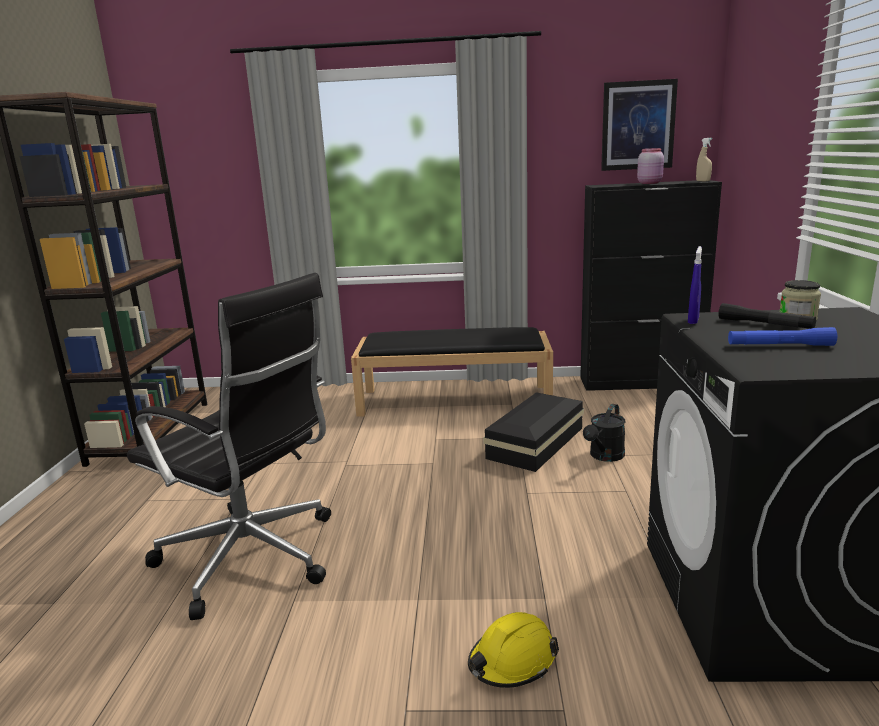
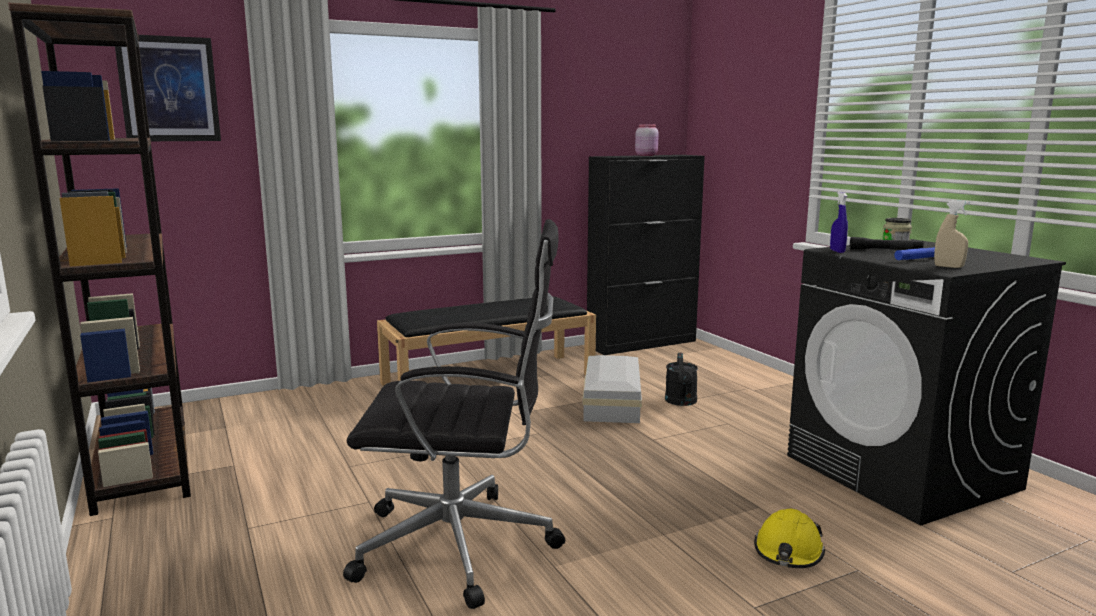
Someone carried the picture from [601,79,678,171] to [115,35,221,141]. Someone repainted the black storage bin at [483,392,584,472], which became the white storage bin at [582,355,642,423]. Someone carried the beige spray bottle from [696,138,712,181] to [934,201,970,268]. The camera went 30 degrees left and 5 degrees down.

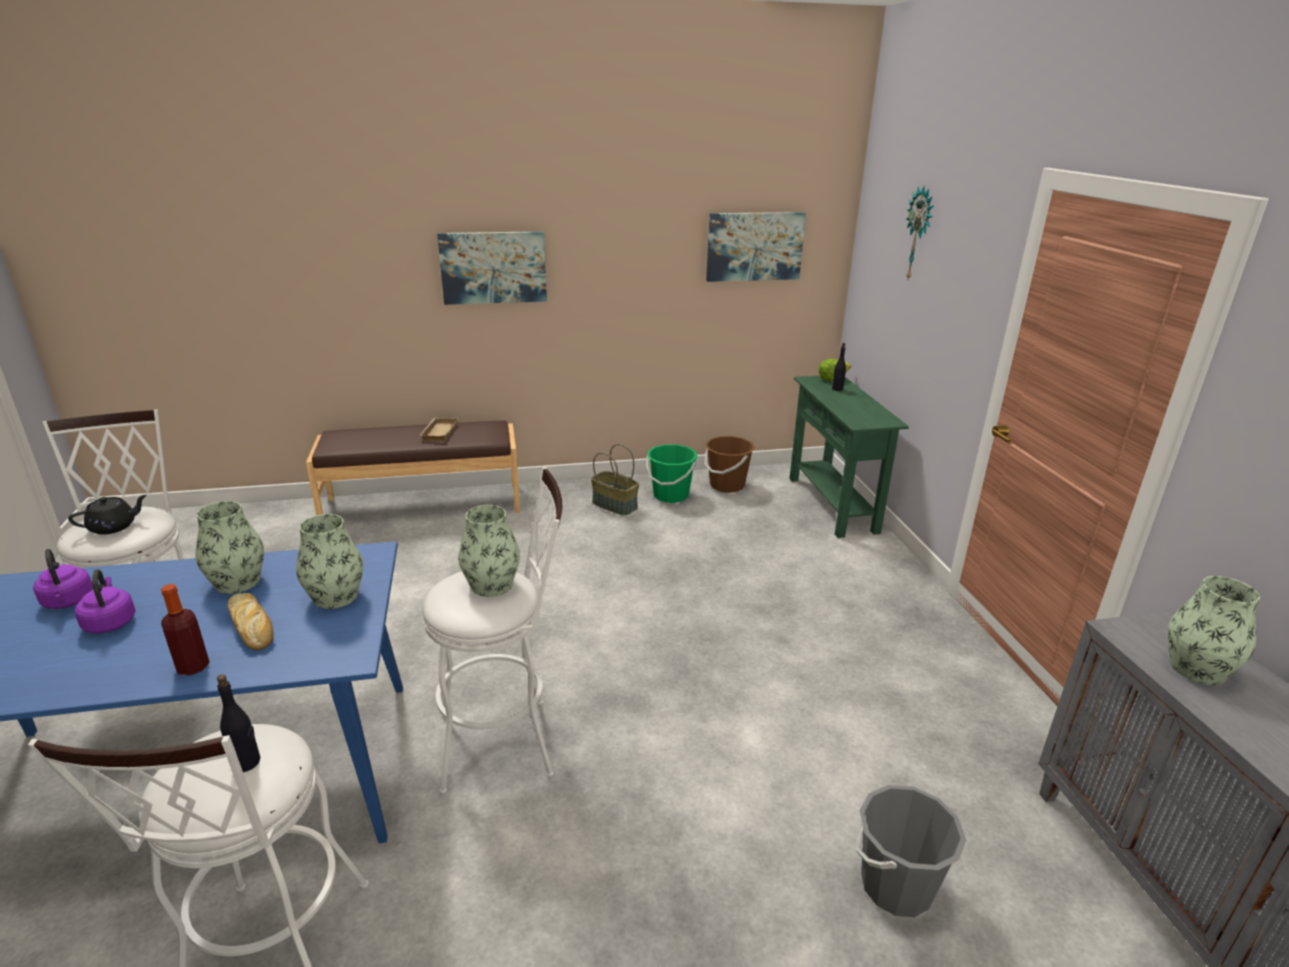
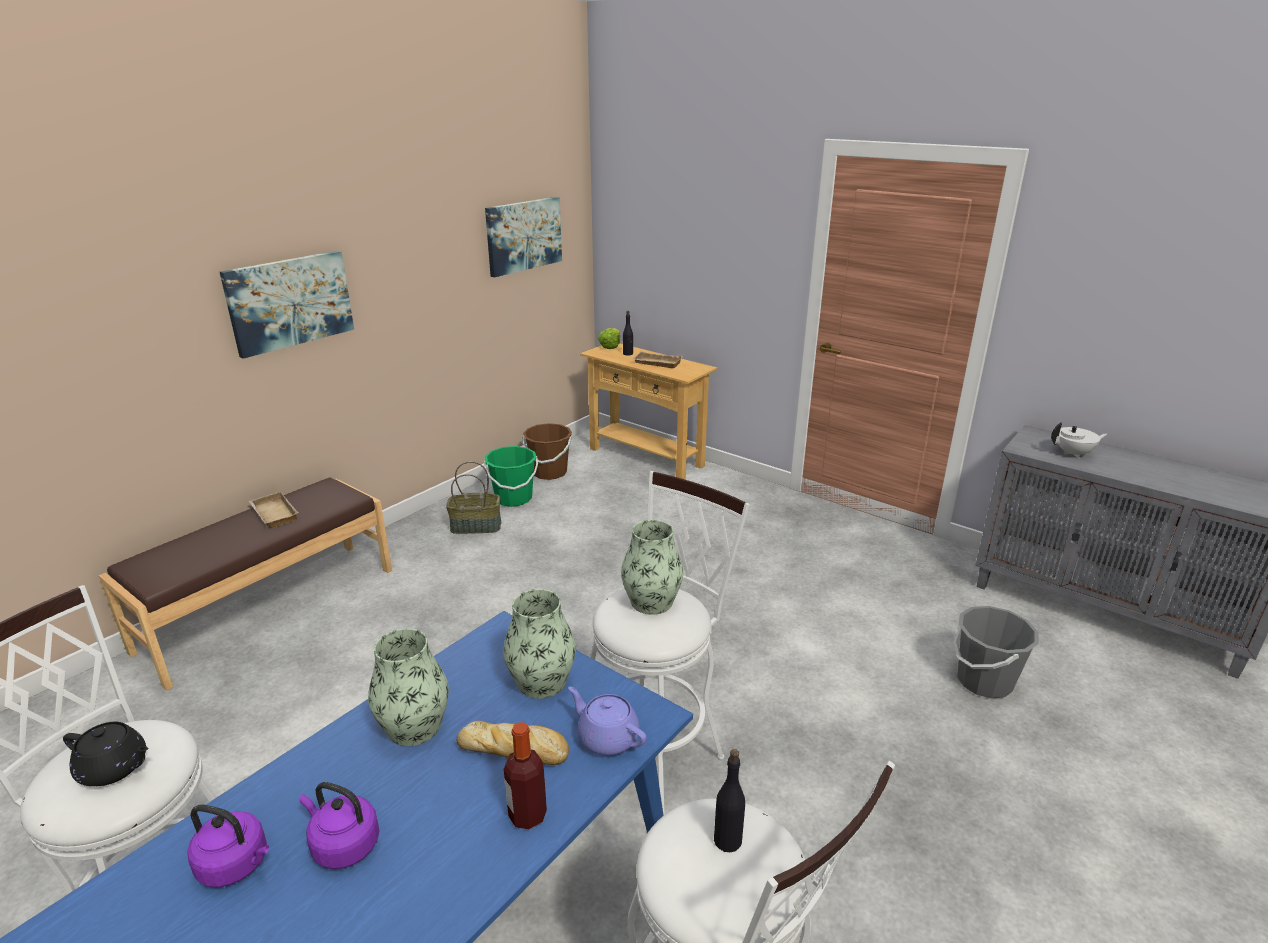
Someone rotated the black teapot at [68,495,147,535] by 90 degrees clockwise. Someone put down the purple-coloured teapot at [568,687,647,755]. Someone repainted the green-coloured hall table at [789,376,909,538], which became the beige hall table at [580,343,717,479]. Someone put down the beige serving tray at [632,351,683,368]. Someone swapped the vase at [1168,576,1260,685] for the white teapot at [1051,422,1108,458]. Someone took away the clock on the wall at [906,186,933,279]. The camera went 40 degrees left and 0 degrees up.

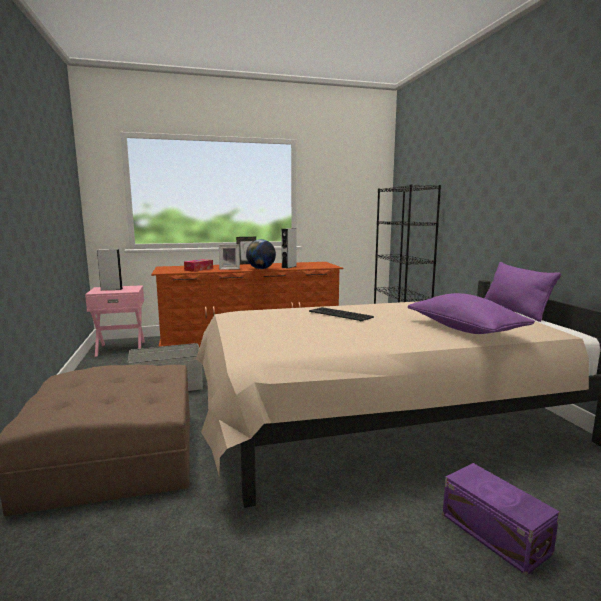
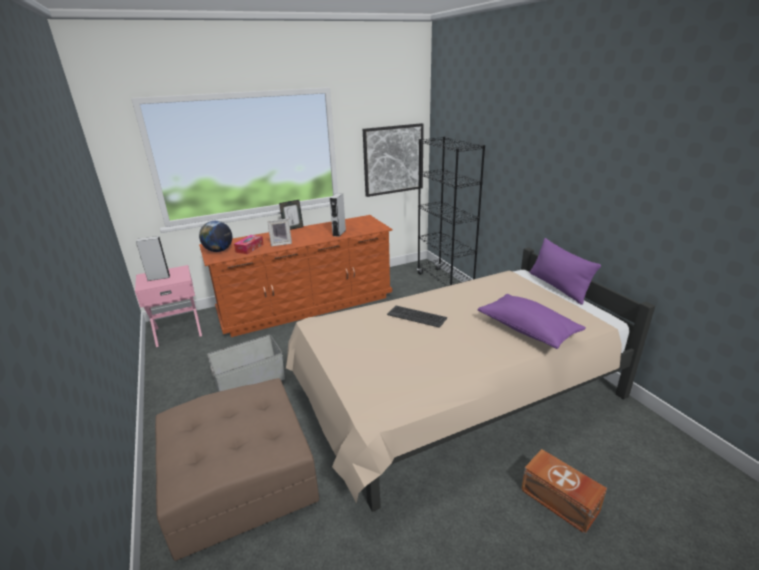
Someone carried the world globe from [246,239,276,269] to [199,221,232,252]. Someone put up the picture at [363,123,424,197]. Someone repainted the purple-coloured storage bin at [443,463,560,576], which became the brownish storage bin at [521,449,607,534]. The camera went 10 degrees left and 15 degrees up.

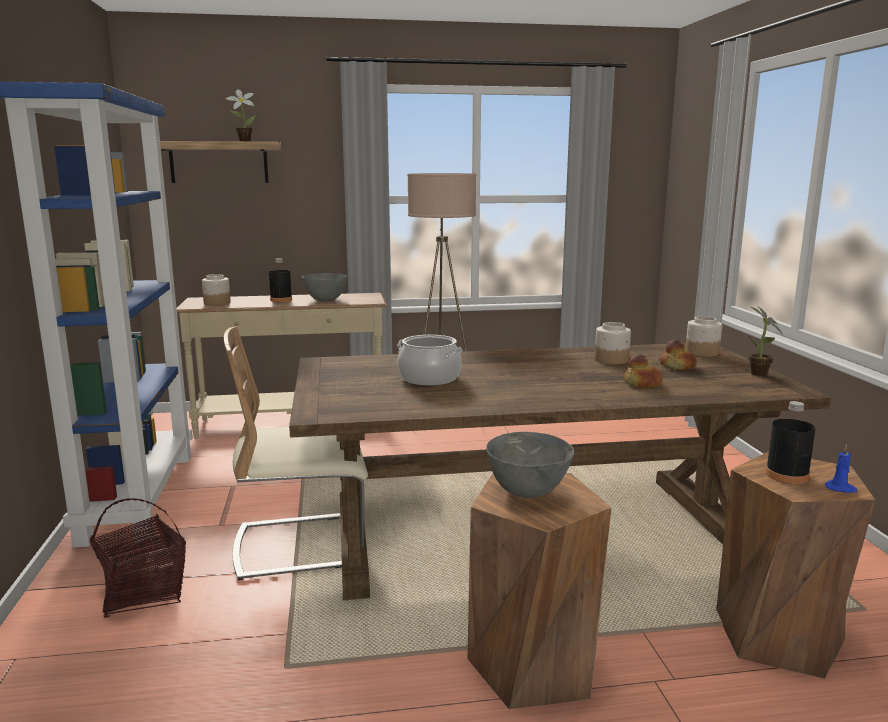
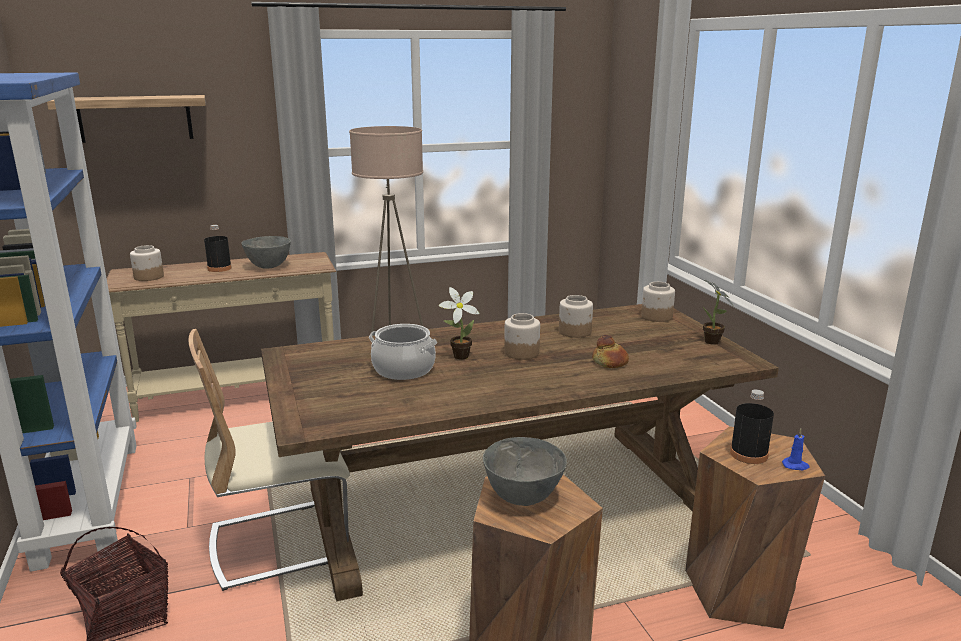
Someone carried the potted plant from [226,89,255,141] to [438,287,480,360]. Someone put down the preserve jar at [504,313,540,360]. Someone took away the bakery bread at [659,340,697,370]. The camera went 10 degrees left and 5 degrees up.

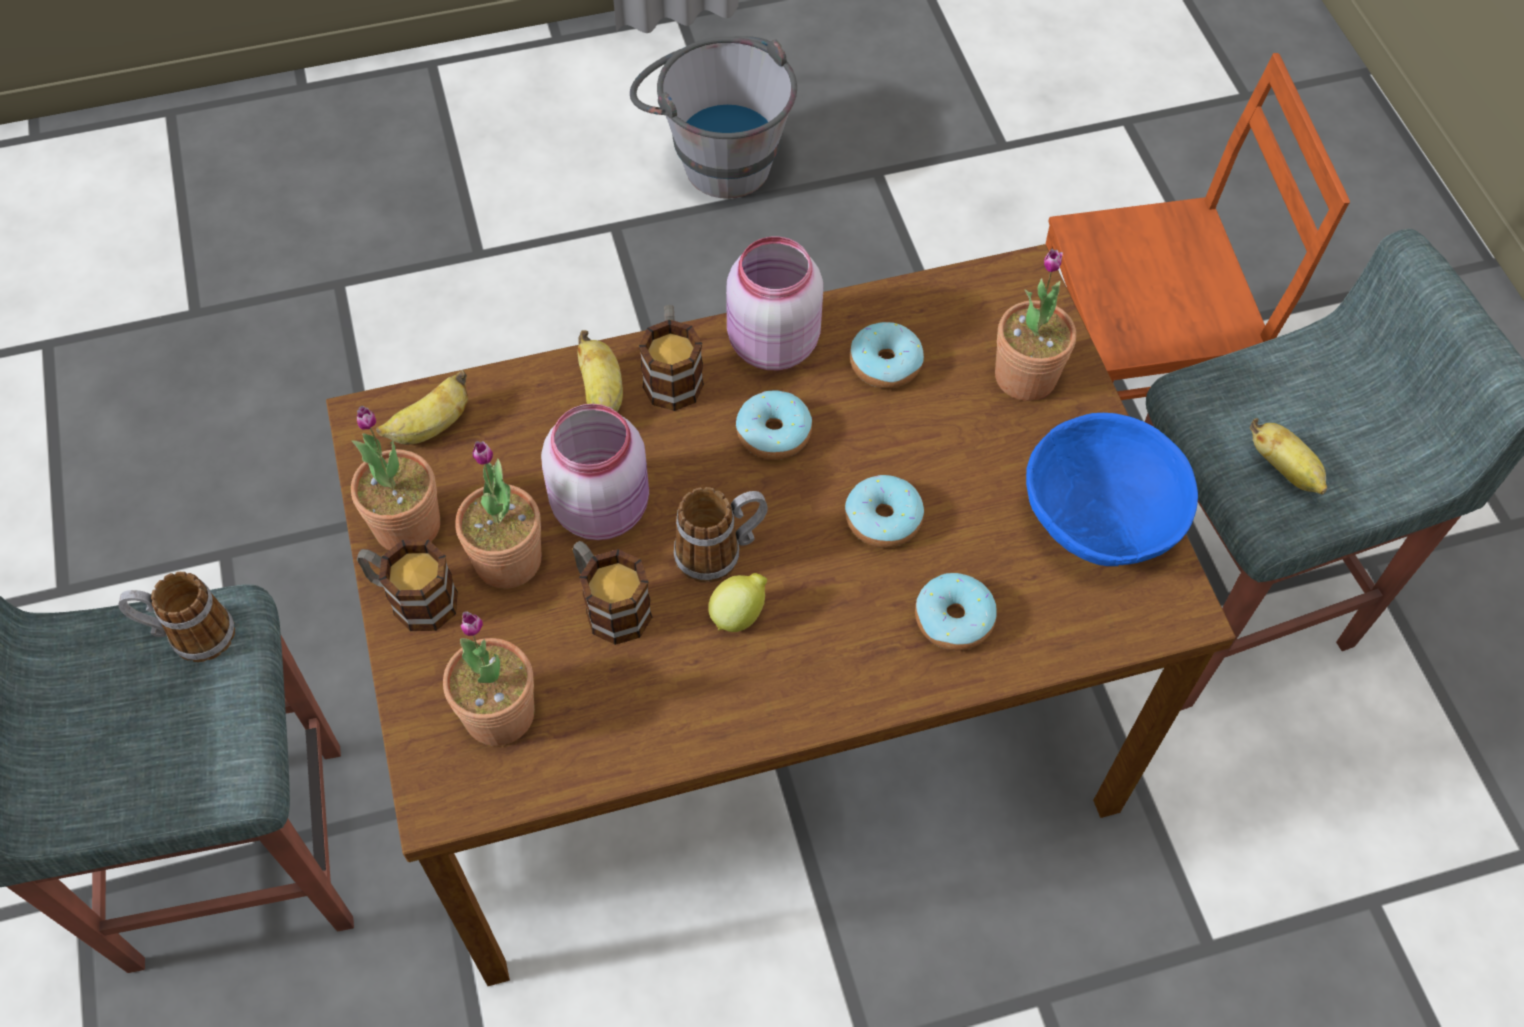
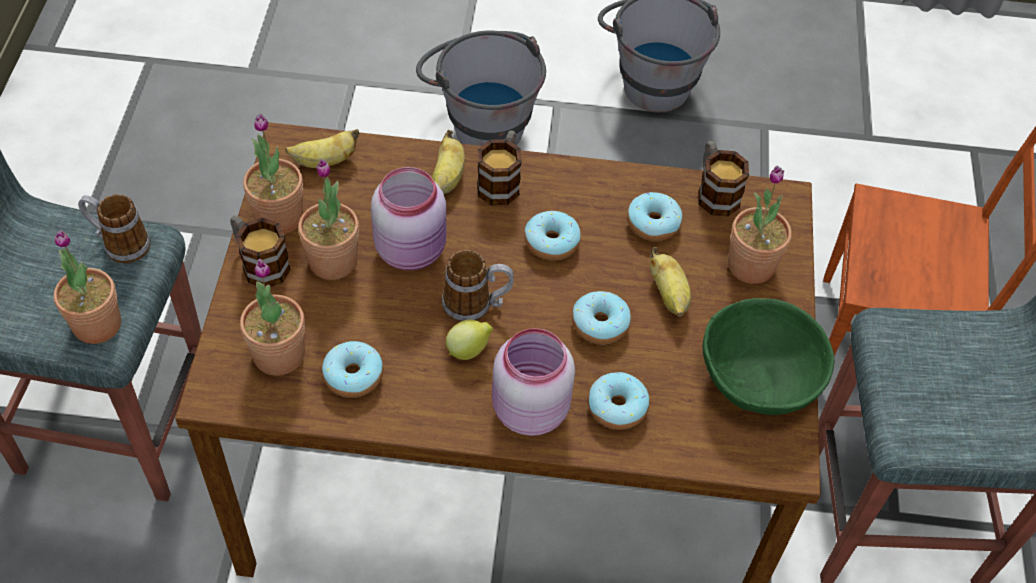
Someone put down the potted plant at [54,230,121,344]. Someone put down the doughnut at [322,341,383,398]. Someone put down the greyish pail at [416,31,546,146]. Someone carried the pink preserve jar from [726,236,823,370] to [492,328,575,436]. Someone carried the banana fruit from [1250,418,1327,495] to [650,247,691,317]. Someone carried the tea mug from [573,541,652,645] to [698,141,749,216]. Someone repainted the bluish bowl at [1026,413,1198,566], which became the green-coloured bowl at [703,298,834,415]. The camera went 20 degrees right and 5 degrees down.

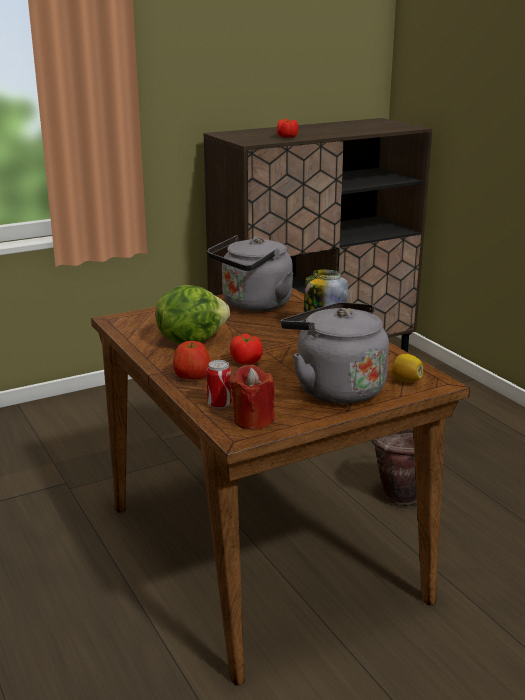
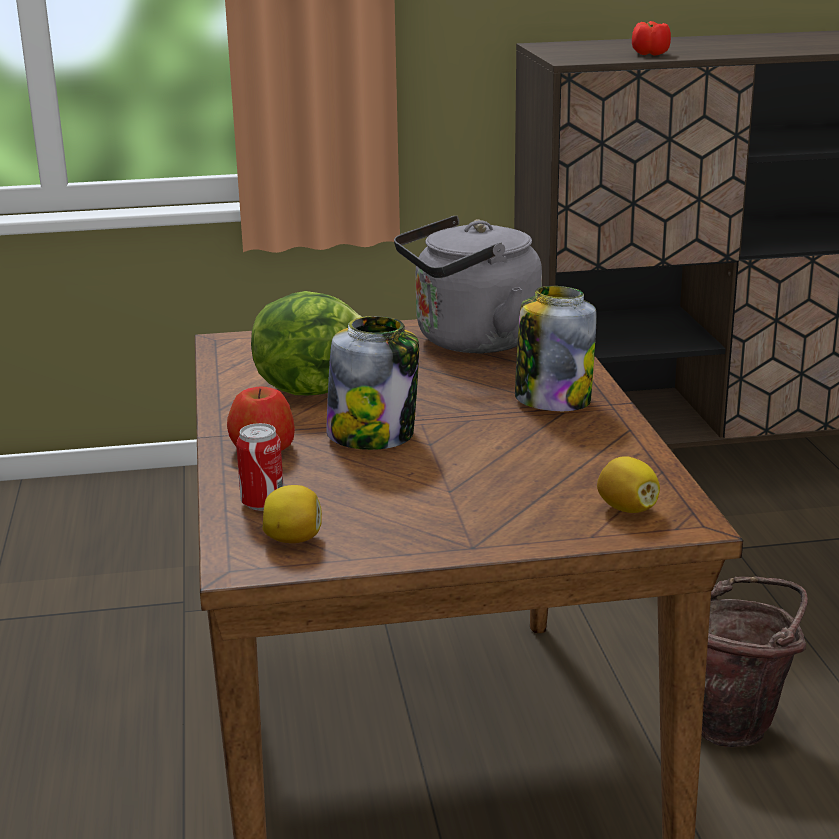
Someone swapped the red wax candle at [231,365,275,430] for the whole lemon at [263,485,322,543]. Someone swapped the tomato at [230,334,263,365] for the preserve jar at [326,316,419,450]. Someone took away the greyish water kettle at [281,302,389,404]. The camera went 20 degrees right and 0 degrees up.

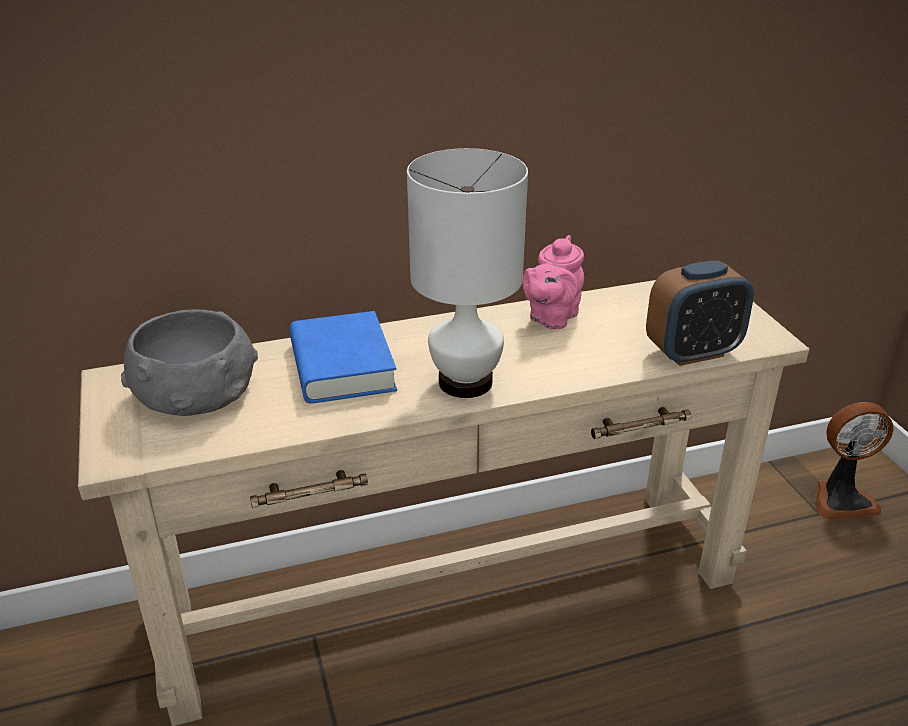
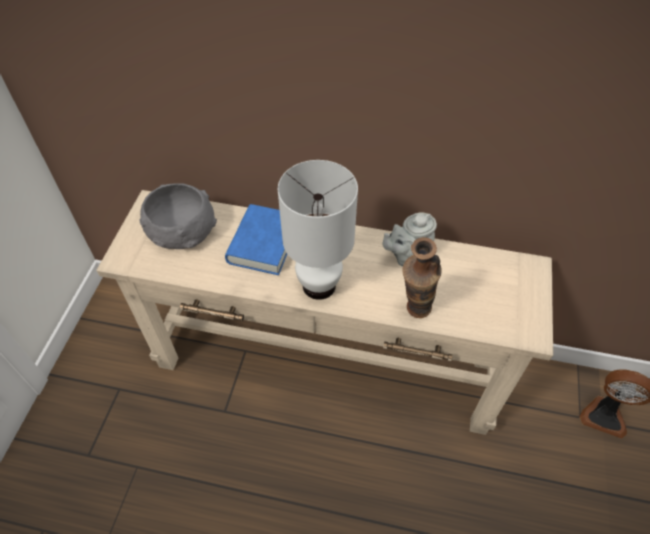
Someone repainted the pink teapot at [522,235,584,330], which became the greyish teapot at [382,212,437,266]. Someone put down the vase at [403,237,442,318]. Someone took away the table clock at [646,261,754,366]. The camera went 30 degrees right and 20 degrees up.

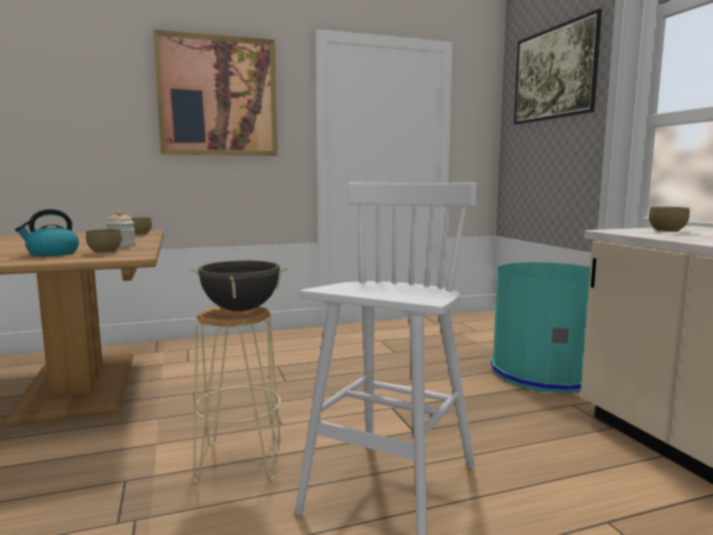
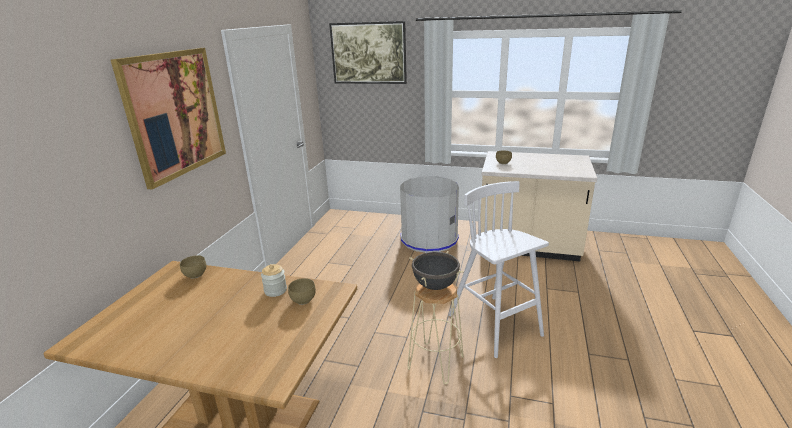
Someone repainted the turquoise waste bin at [491,262,590,394], which became the greyish waste bin at [400,176,459,253]. Someone took away the water kettle at [15,209,79,256]. The camera went 55 degrees left and 15 degrees up.

